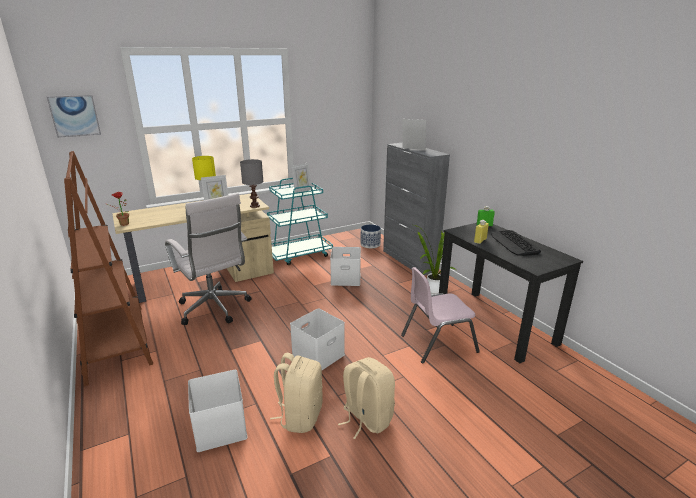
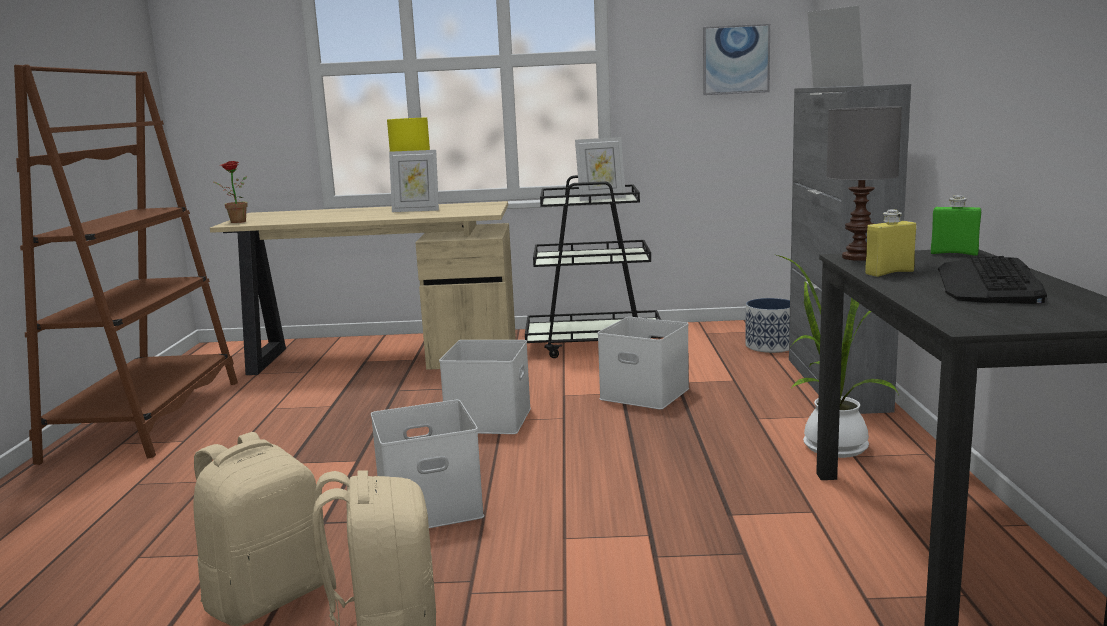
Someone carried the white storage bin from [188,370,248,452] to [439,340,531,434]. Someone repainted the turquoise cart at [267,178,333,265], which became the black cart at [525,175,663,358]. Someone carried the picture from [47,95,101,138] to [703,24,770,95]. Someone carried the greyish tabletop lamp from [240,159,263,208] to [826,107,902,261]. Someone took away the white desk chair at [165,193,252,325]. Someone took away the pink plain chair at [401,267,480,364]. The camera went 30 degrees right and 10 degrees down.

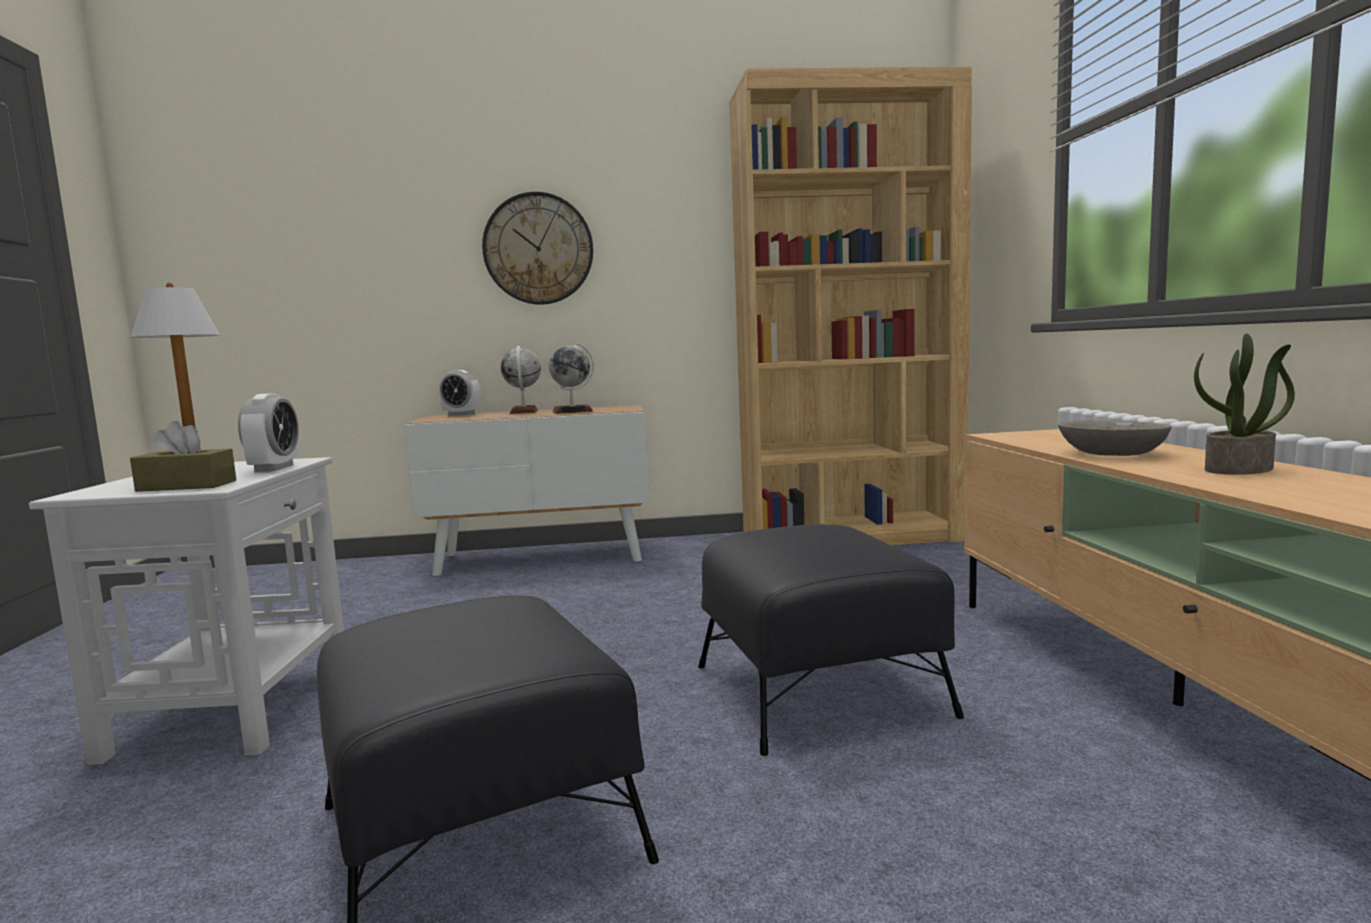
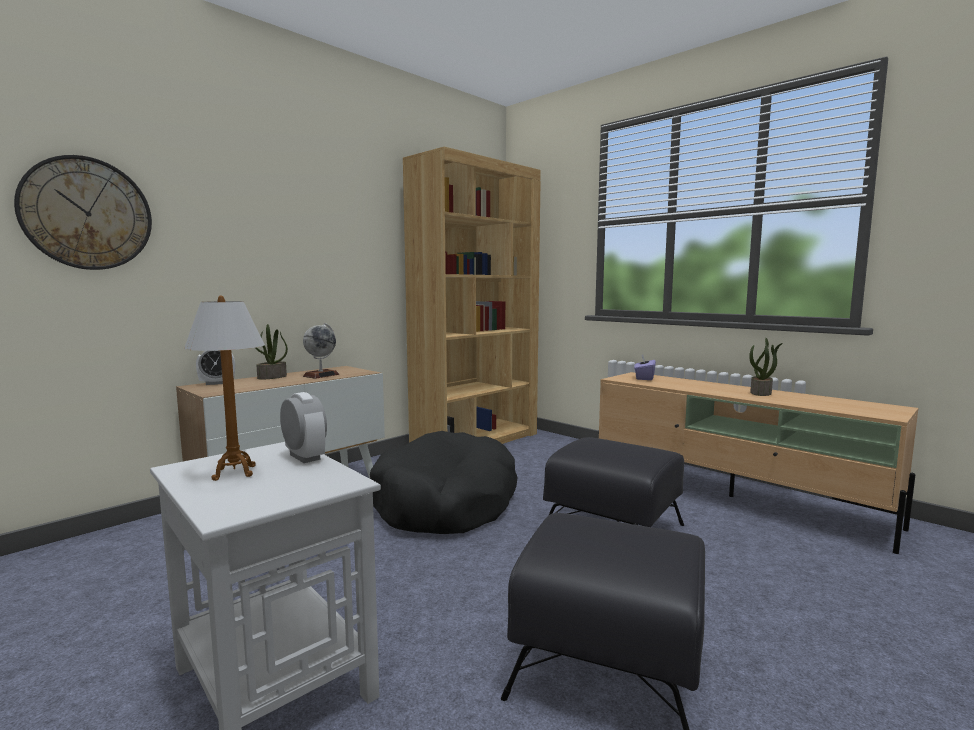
Someone carried the clock on the wall from [482,192,593,305] to [14,155,152,270]. Someone swapped the world globe at [501,345,541,414] for the potted plant at [256,324,288,379]. Someone put down the black dog bed at [370,431,517,534]. Someone put down the purple-coloured tissue holder at [634,354,656,380]. Someone took away the brownish tissue holder at [130,421,236,492]. Someone took away the greyish bowl at [1058,421,1172,456]. The camera went 40 degrees left and 0 degrees up.

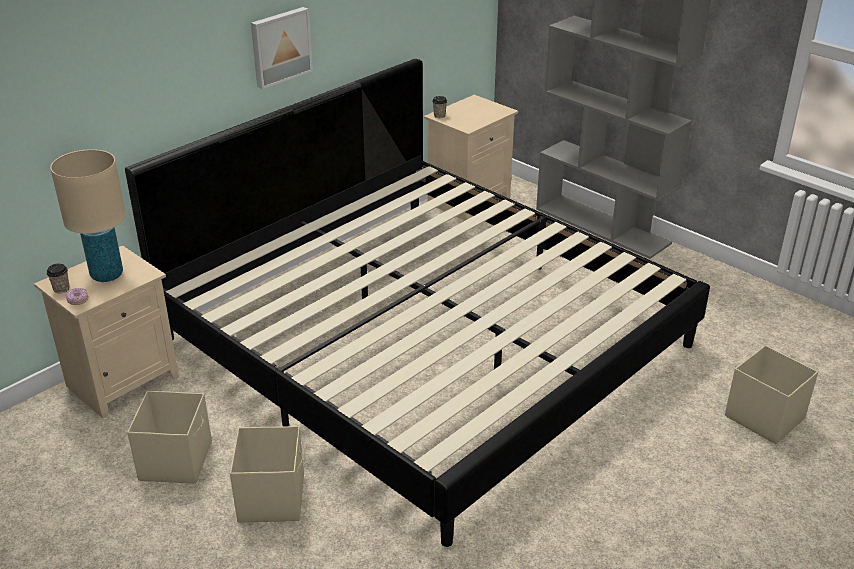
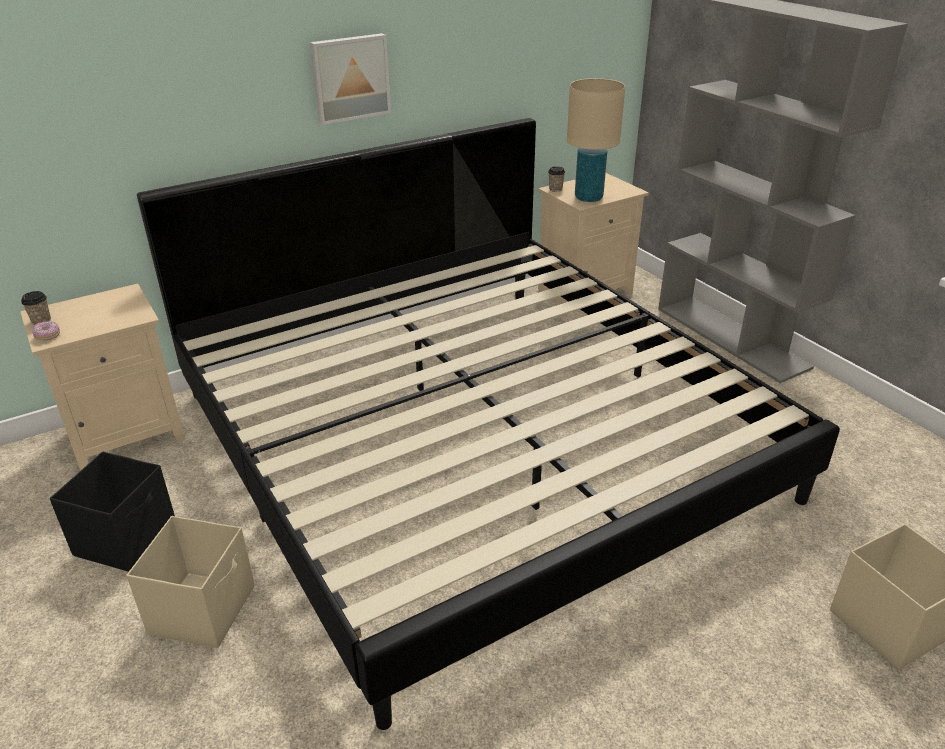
Someone repainted the beige storage bin at [127,391,212,484], which became the black storage bin at [50,452,175,572]. Someone carried the beige tabletop lamp from [50,149,126,282] to [567,78,626,202]. The camera went 15 degrees right and 0 degrees up.

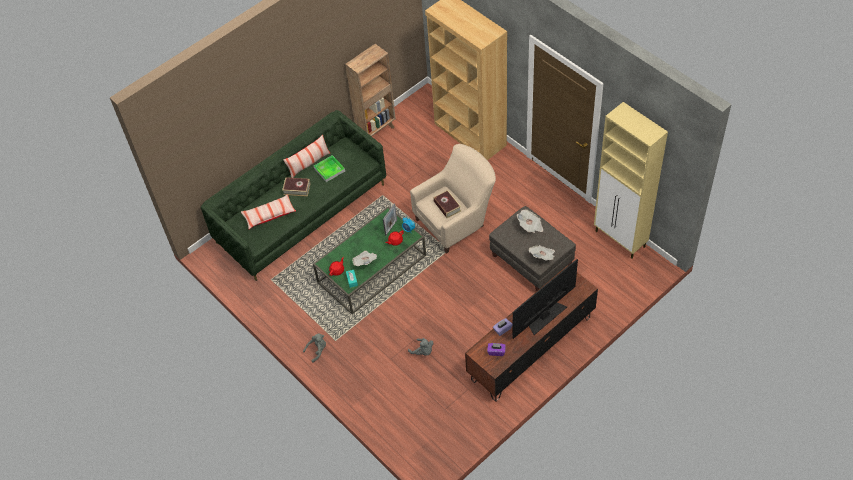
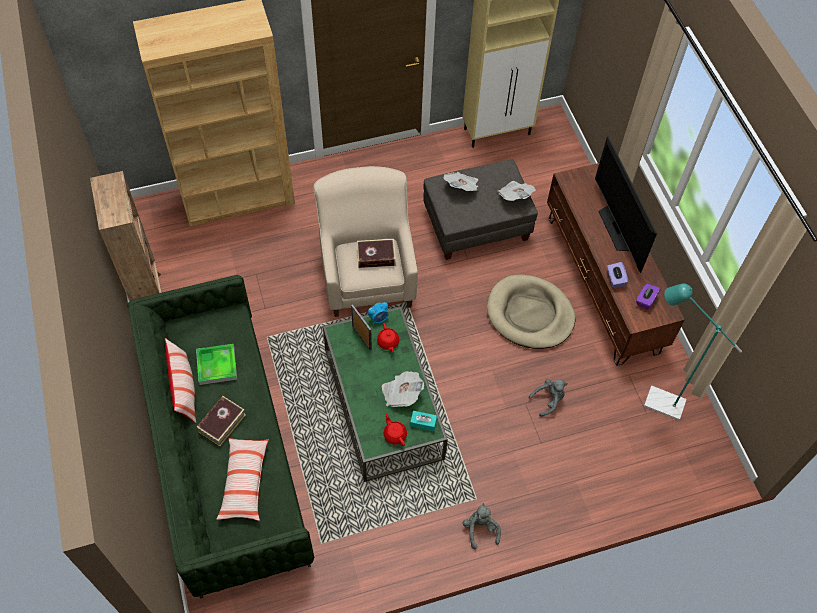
Someone put down the beige dog bed at [487,274,576,349]. Someone put down the turquoise standing lamp at [644,283,742,420]. The camera went 70 degrees left and 5 degrees up.

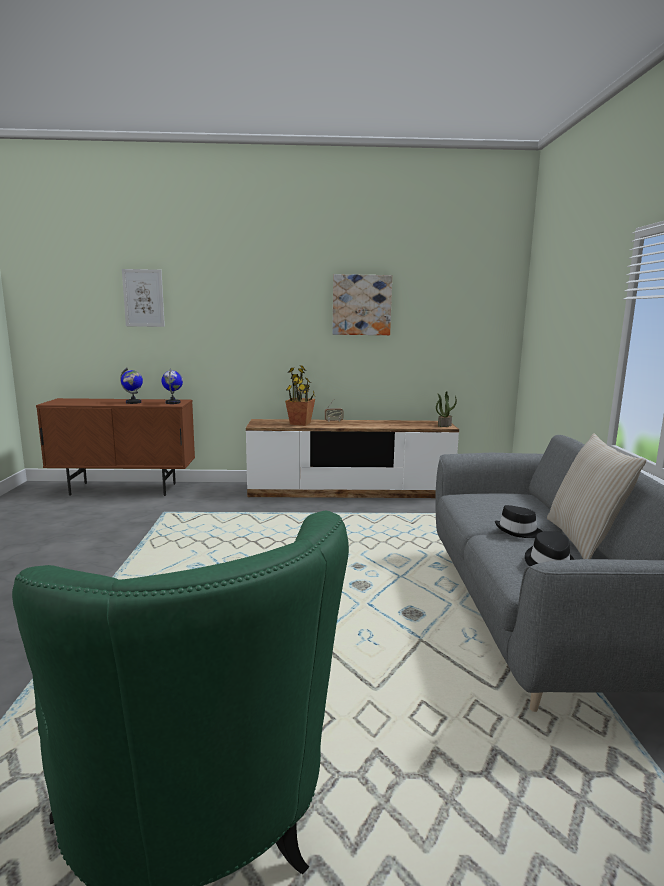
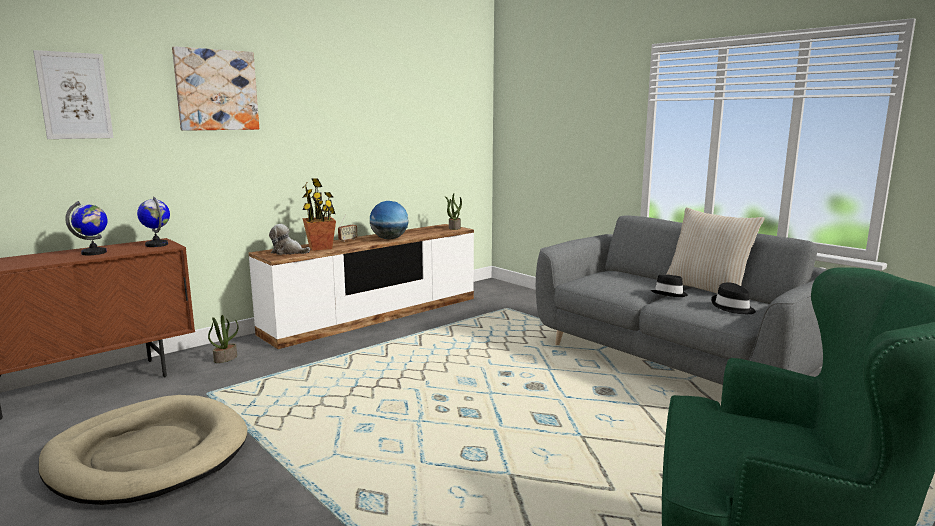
Someone put down the beige dog bed at [38,395,247,505]. Someone carried the picture from [332,274,392,335] to [172,46,259,131]. Someone put down the potted plant at [208,315,238,363]. Someone put down the plush toy at [269,224,310,255]. Someone put down the world globe at [370,201,409,240]. The camera went 40 degrees left and 0 degrees up.

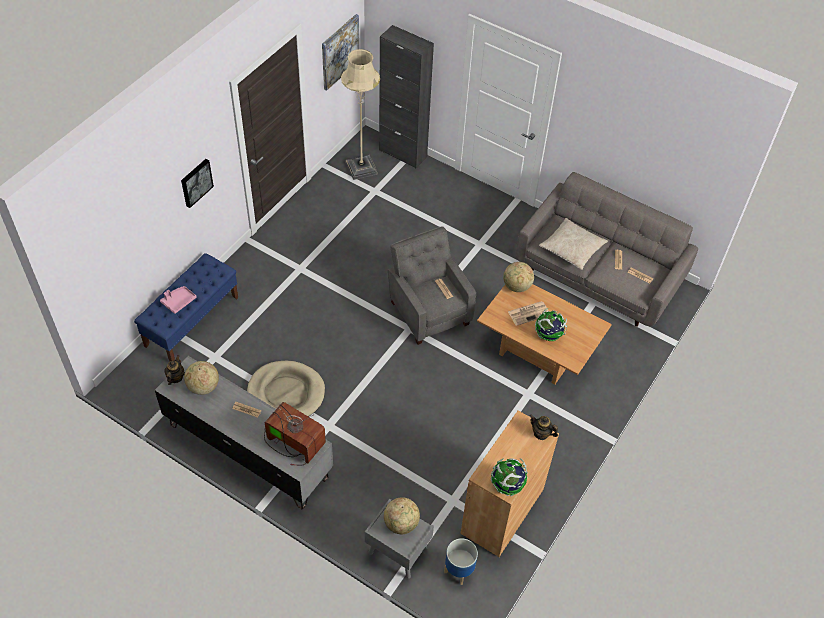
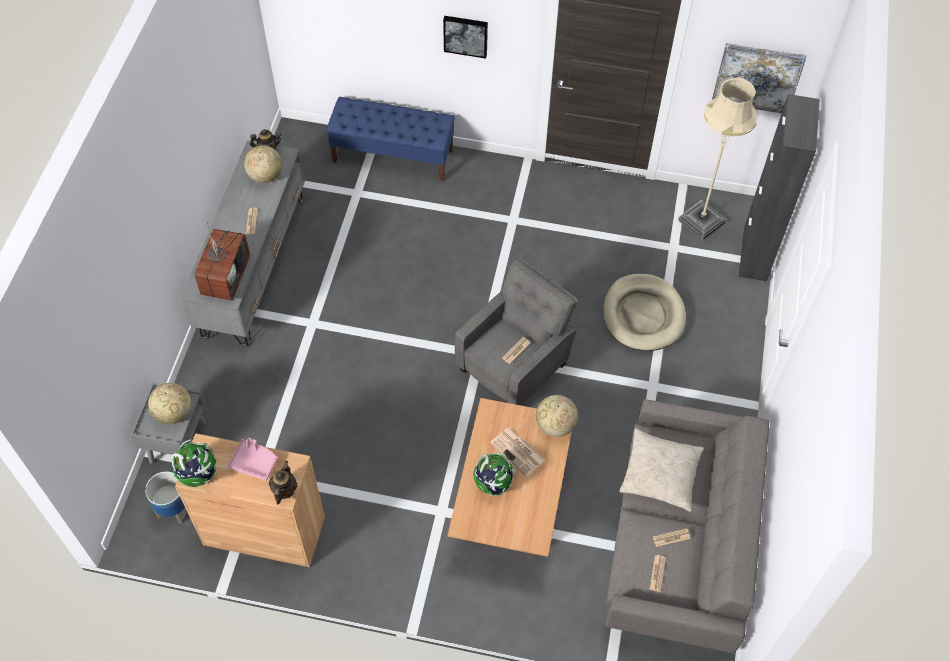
Someone carried the pink serving tray from [160,286,196,314] to [228,438,278,481]. Someone carried the beige dog bed from [247,361,325,417] to [603,274,686,351]. The camera went 70 degrees right and 5 degrees up.

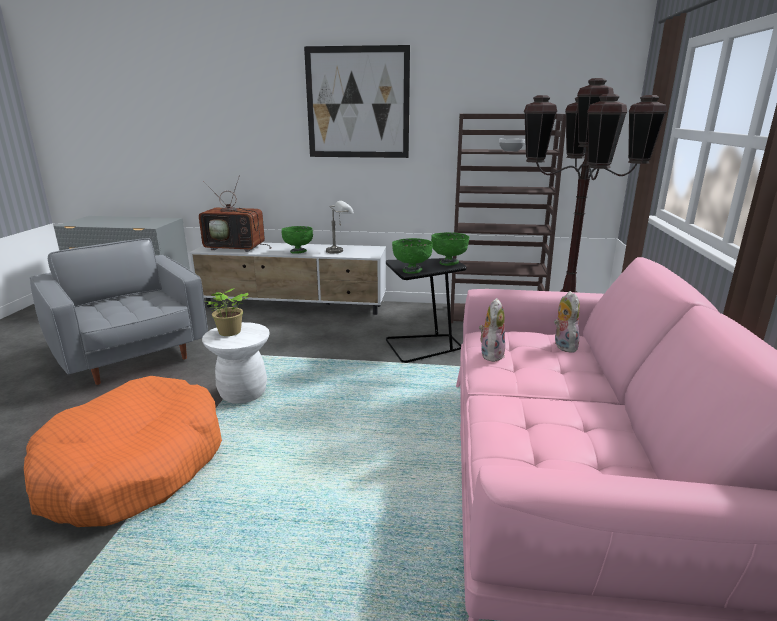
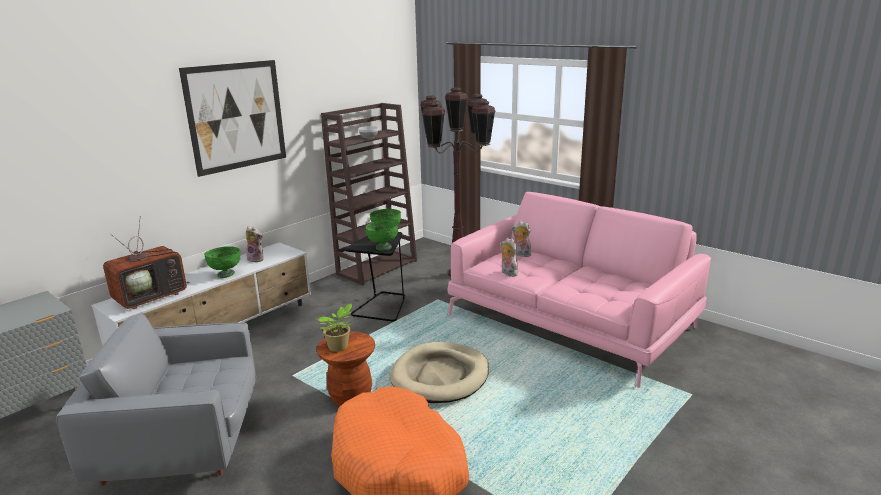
Someone swapped the greyish tabletop lamp at [326,201,354,254] for the plush toy at [246,226,264,262]. Someone repainted the white stool at [202,322,270,404], which became the brownish stool at [317,331,375,406]. Someone put down the beige dog bed at [390,342,489,403]. The camera went 55 degrees left and 0 degrees up.

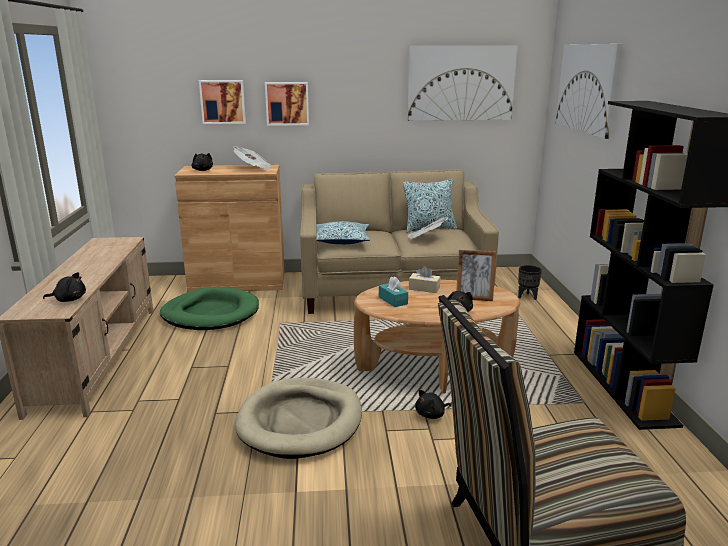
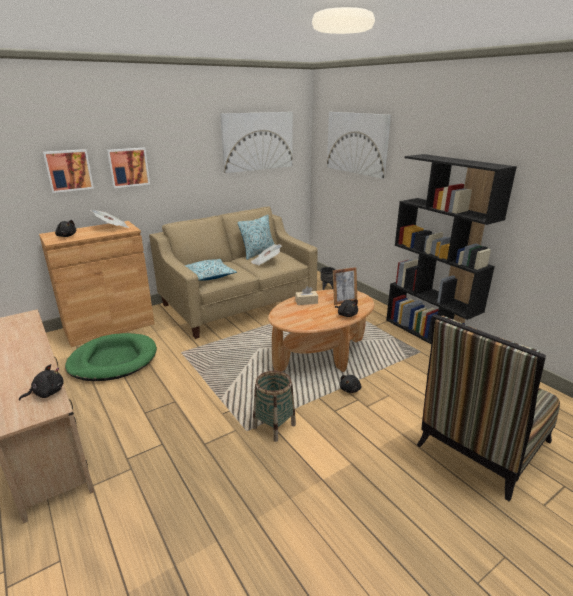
Someone swapped the beige dog bed at [235,378,362,459] for the basket at [253,371,296,442]. Someone took away the turquoise tissue holder at [379,276,408,307]. The camera went 30 degrees left and 5 degrees up.

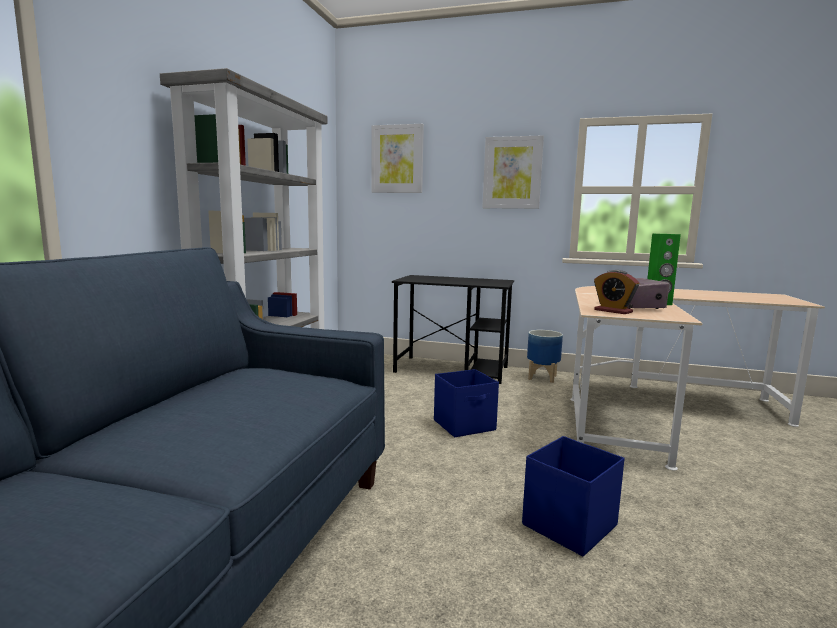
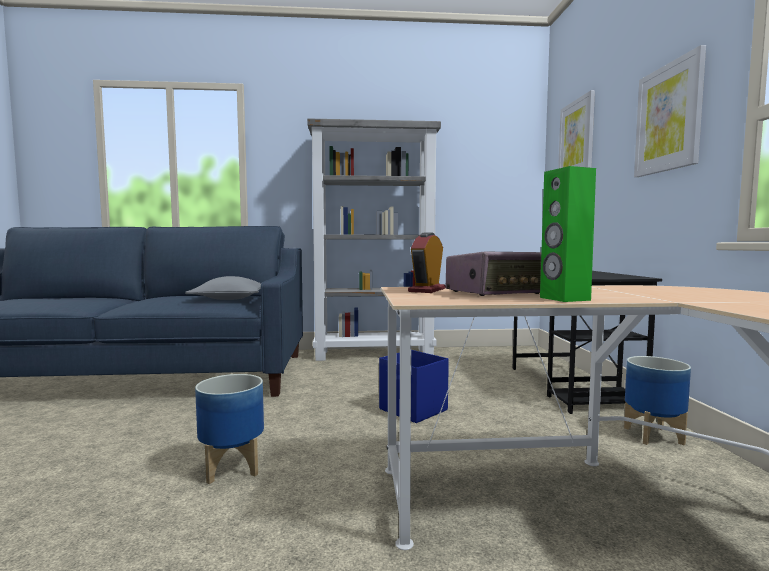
Someone put down the greyish pillow at [185,276,261,300]. Someone swapped the bluish storage bin at [522,436,625,556] for the plant pot at [195,374,264,484]. The camera went 70 degrees right and 5 degrees down.

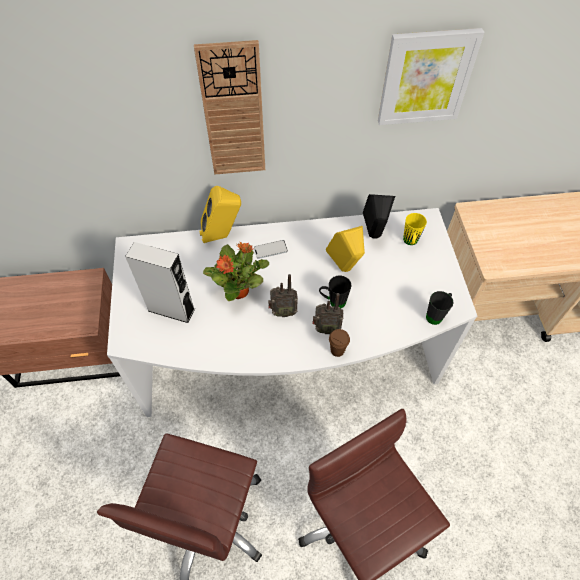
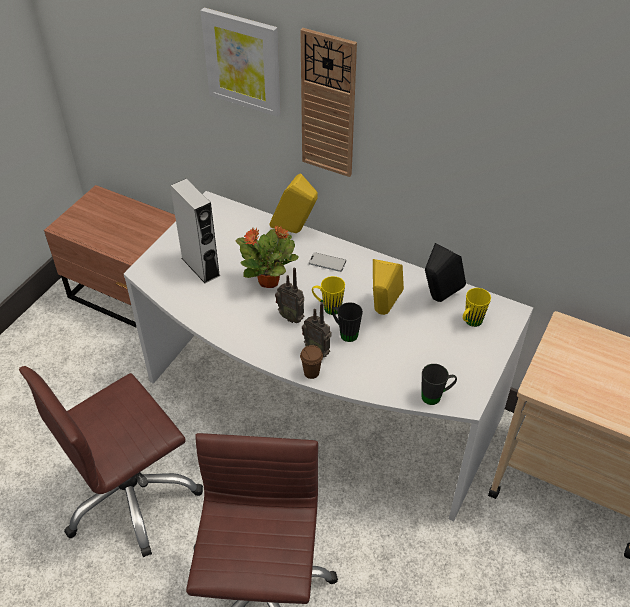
Someone carried the picture from [378,28,484,125] to [200,7,281,117]. Someone put down the yellowish tea mug at [312,276,345,315]. The camera went 35 degrees right and 10 degrees down.

